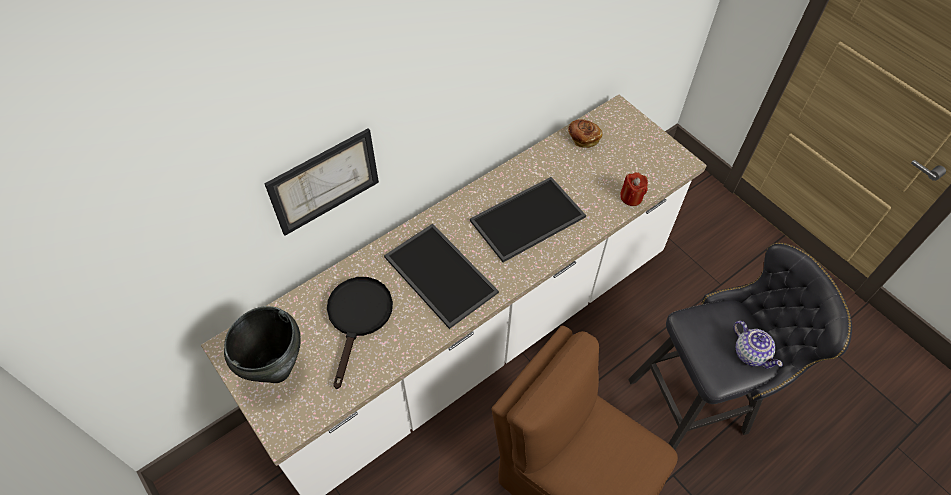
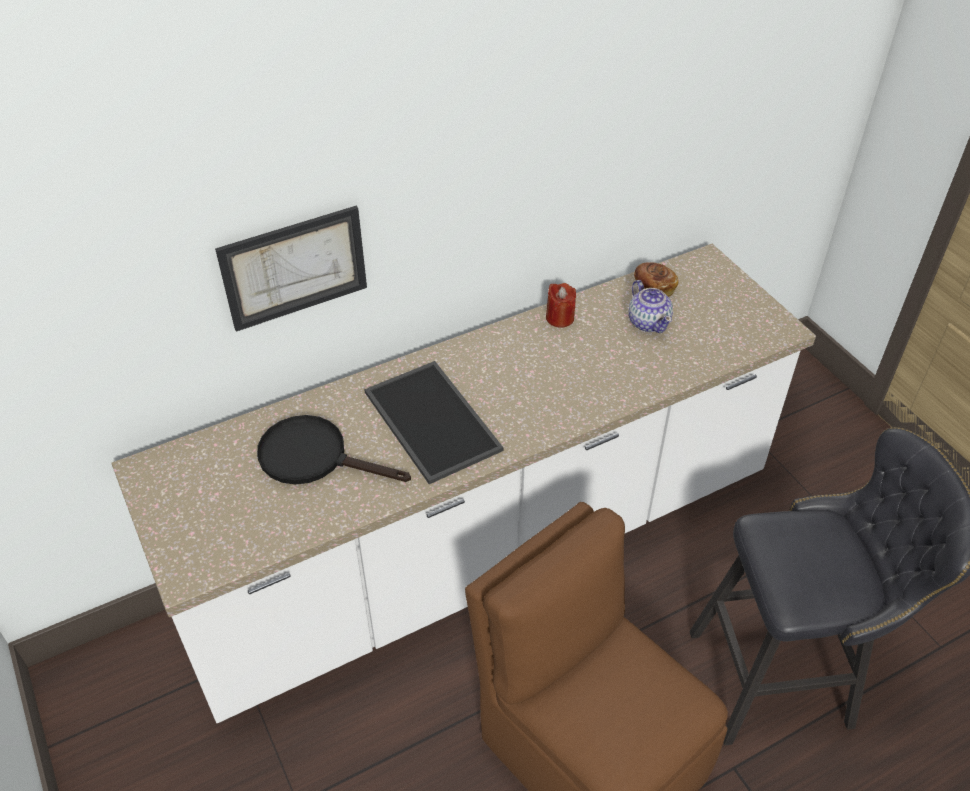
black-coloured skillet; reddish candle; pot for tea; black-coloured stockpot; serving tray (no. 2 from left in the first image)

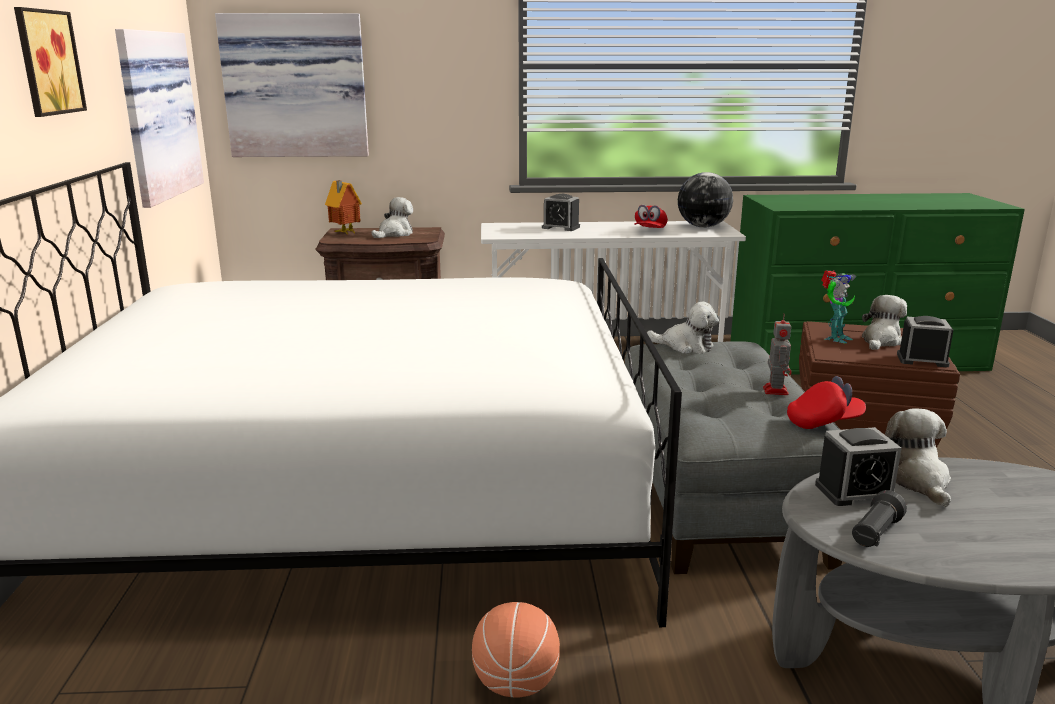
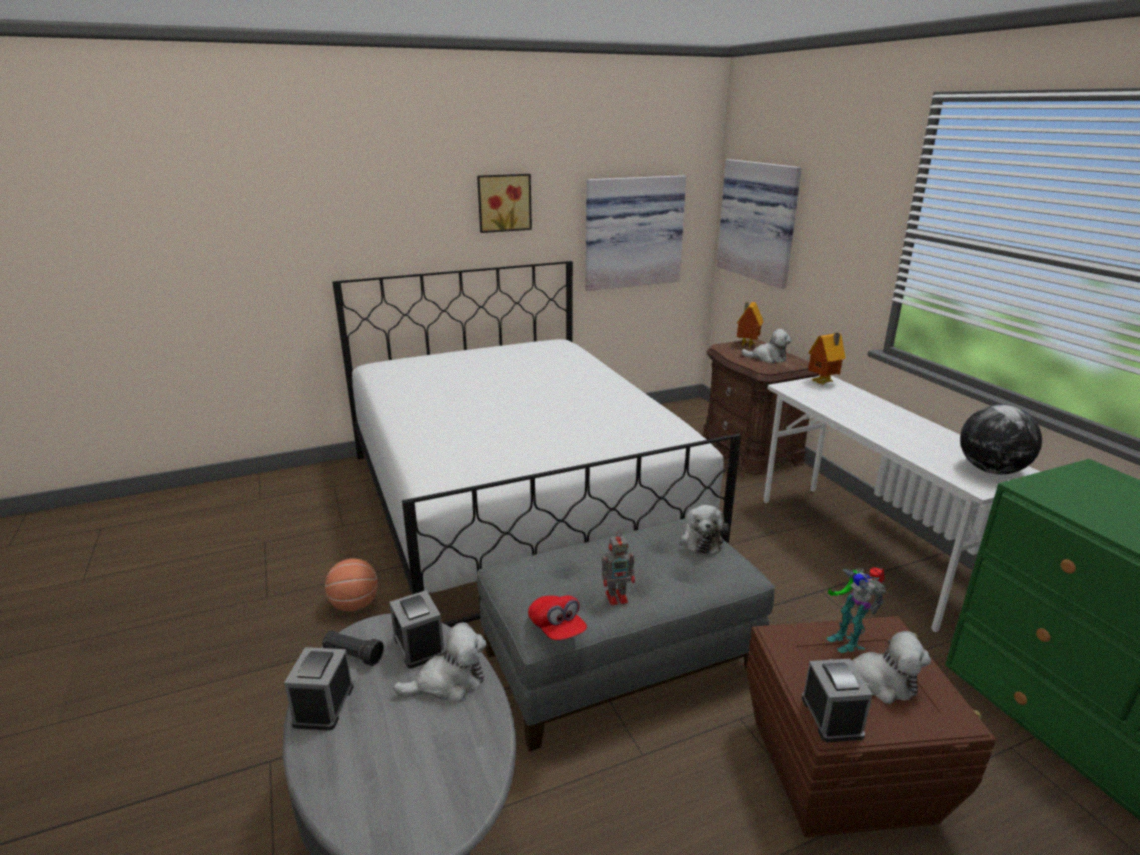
table clock (no. 1 from left); model house (no. 2 from left); robot figure (no. 2 from left); reddish peaked cap (no. 1 from left in the first image)

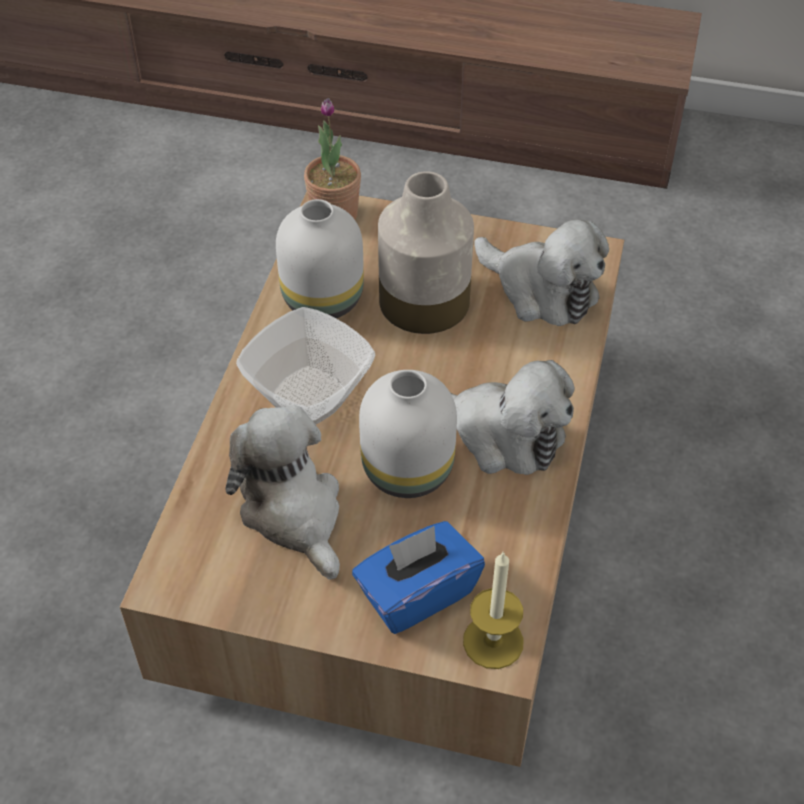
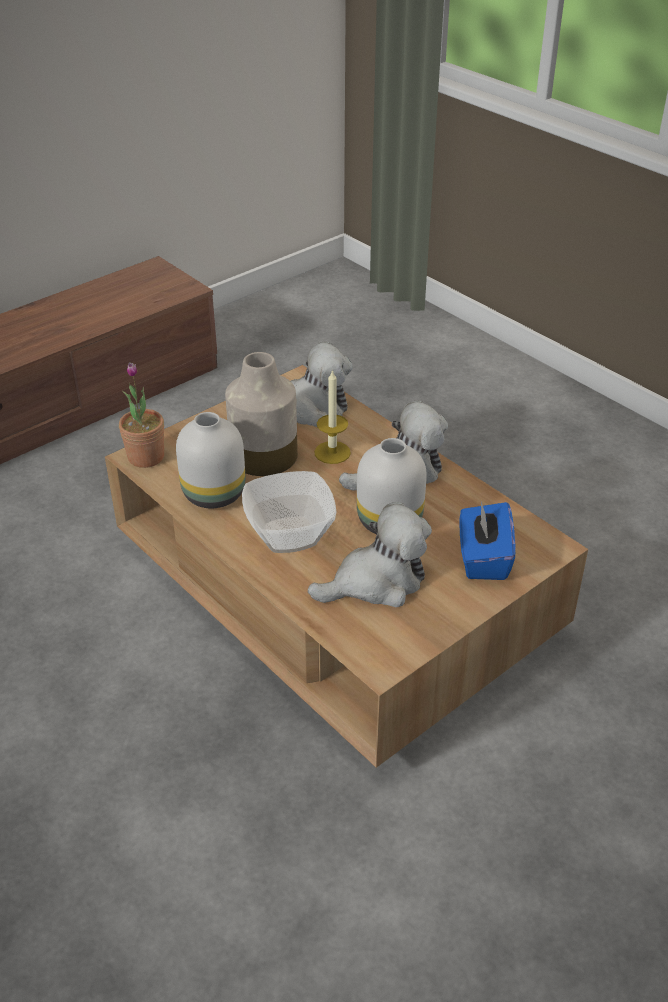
plush toy (no. 2 from left); candle

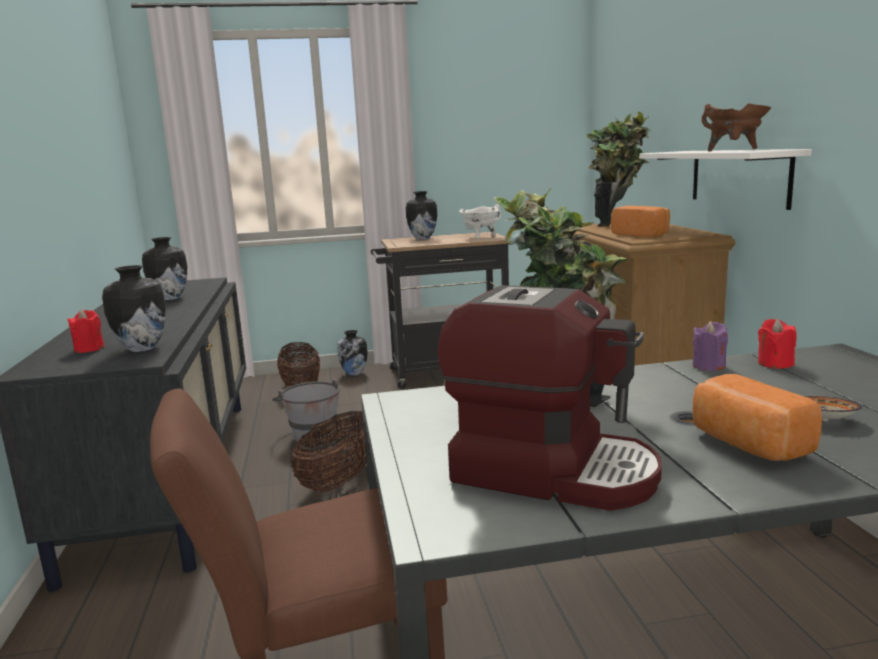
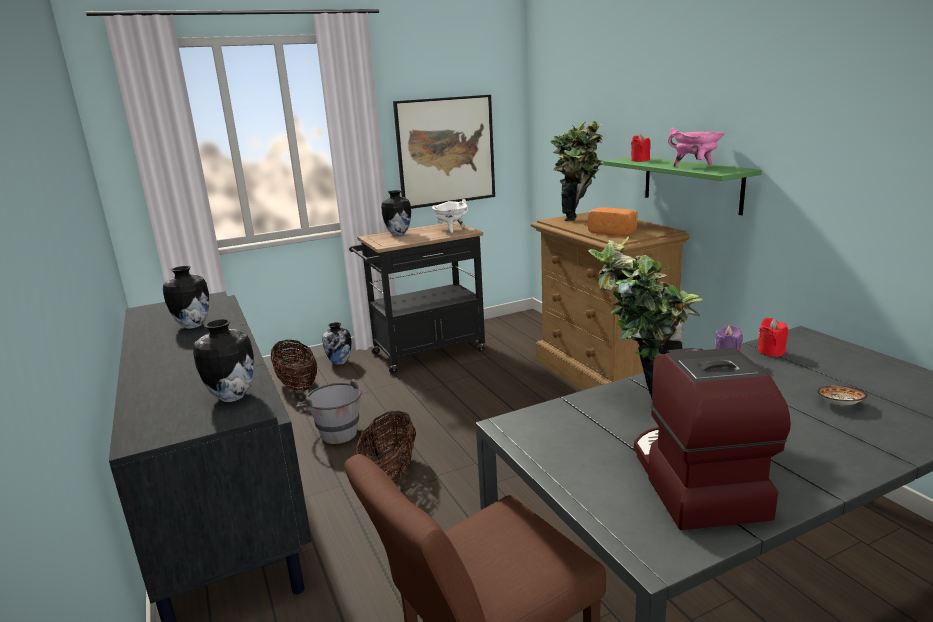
picture; greenish bracket shelf; reddish candle (no. 1 from left); coffee maker; pink-coloured stockpot; baked bread (no. 2 from left in the first image)

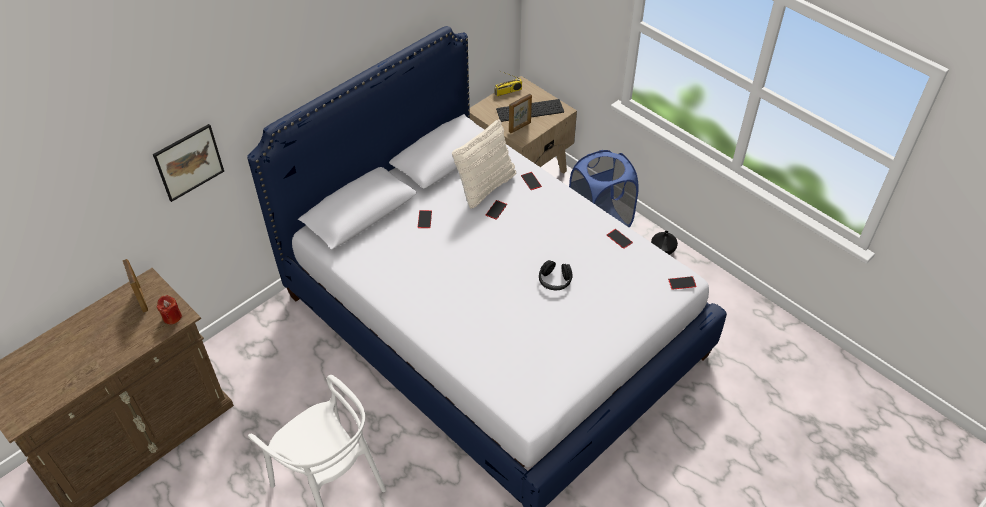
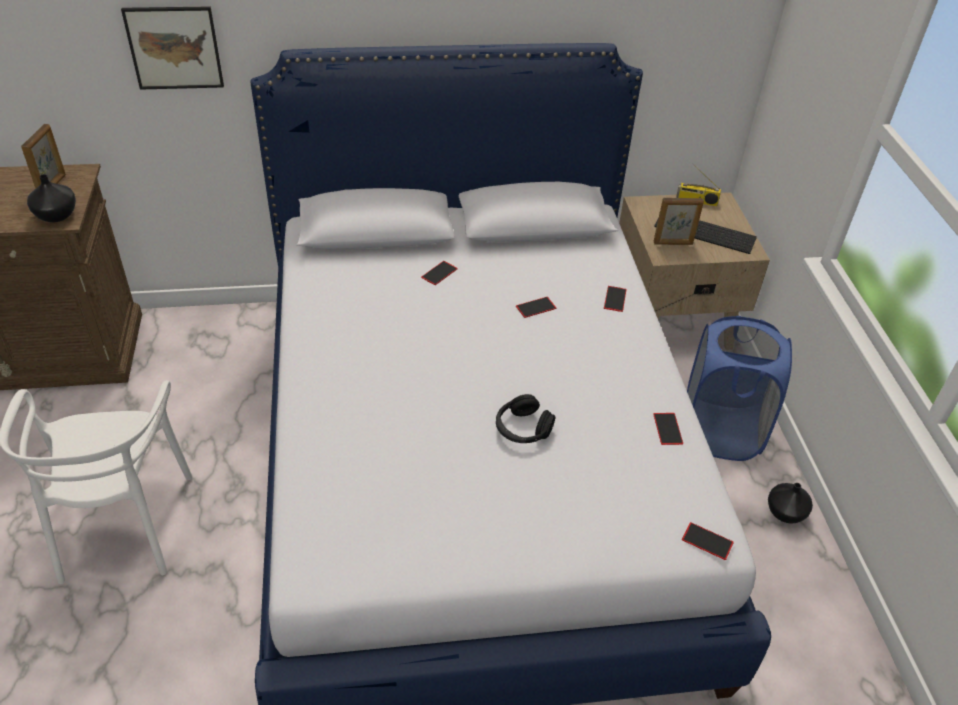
black-coloured vase (no. 1 from left); sand-coloured throw pillow

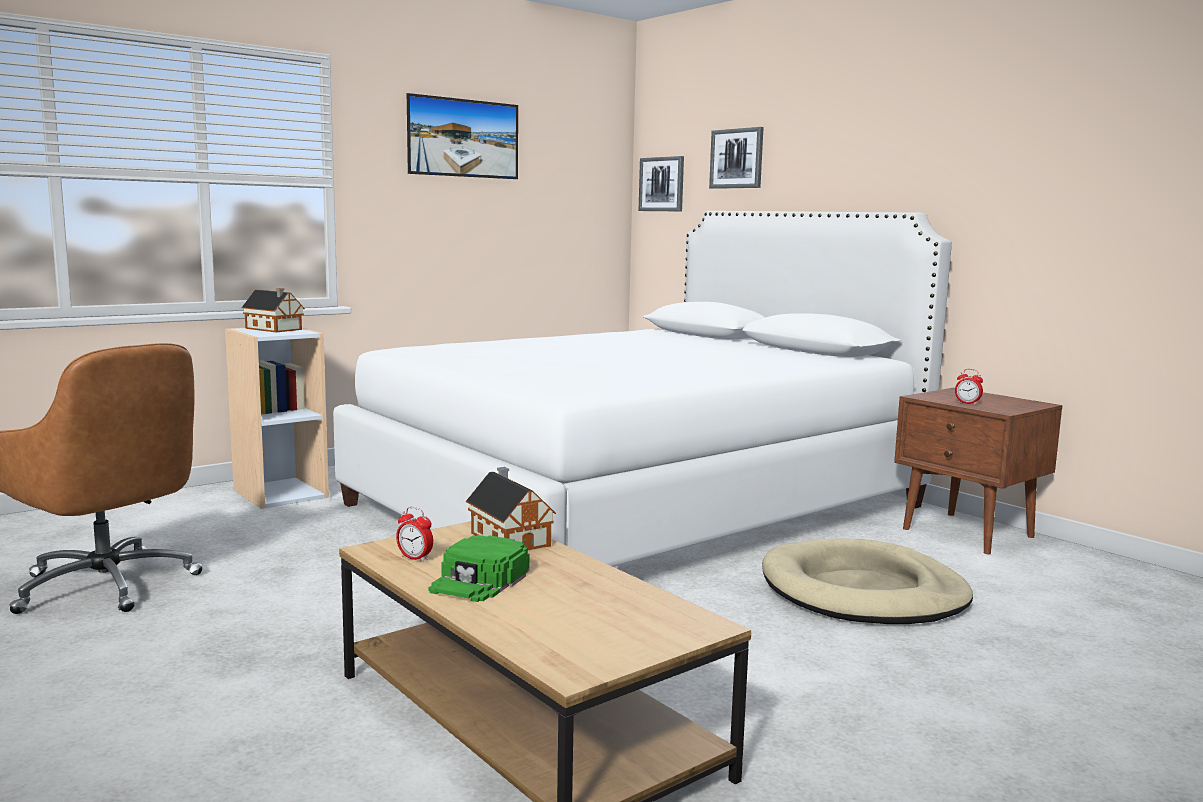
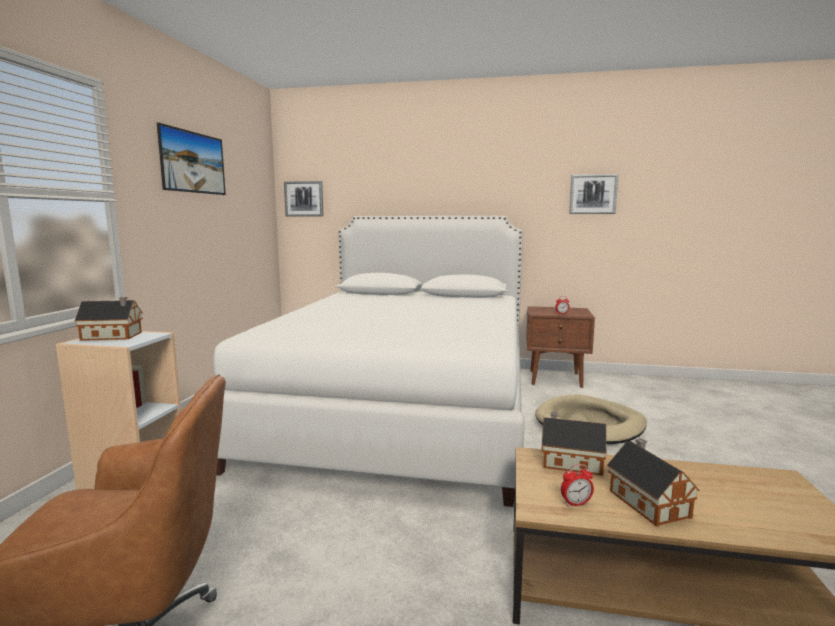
picture (no. 3 from left); model house (no. 3 from left)

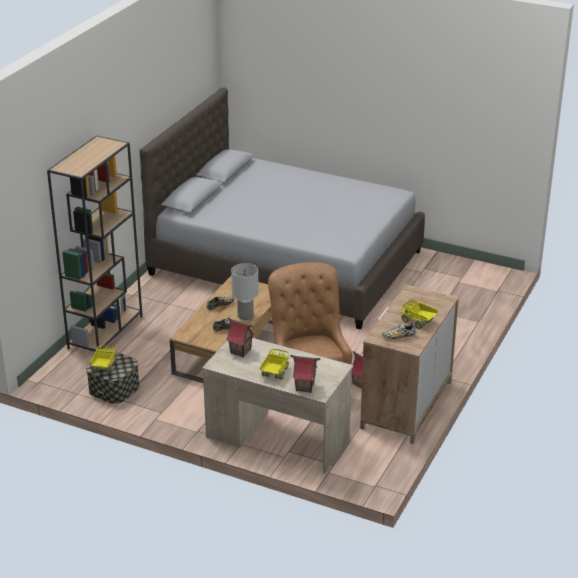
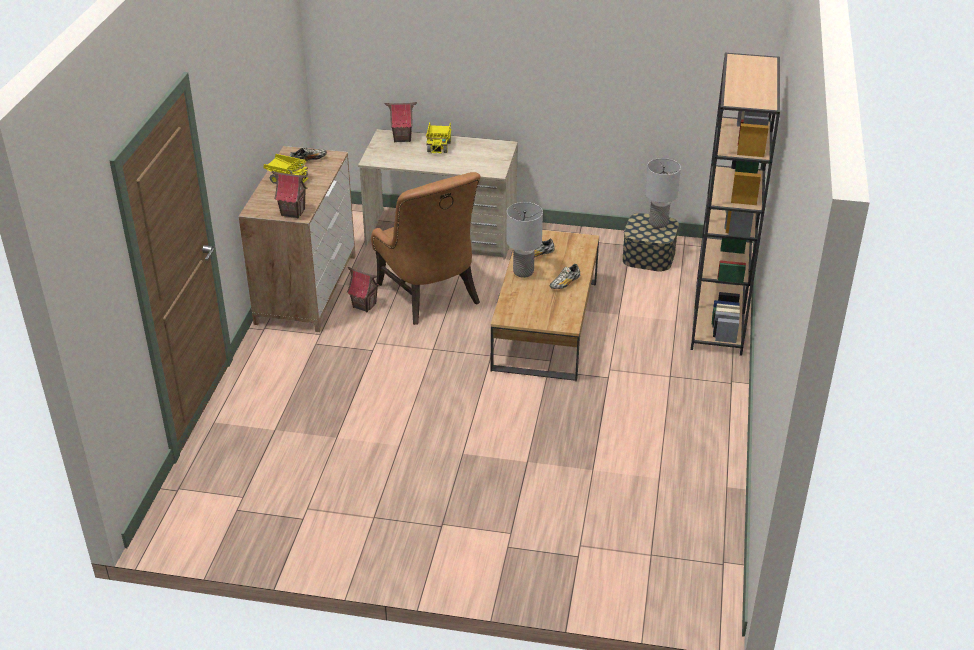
model house (no. 1 from left); gray tabletop lamp (no. 2 from left); gray bedroom bed

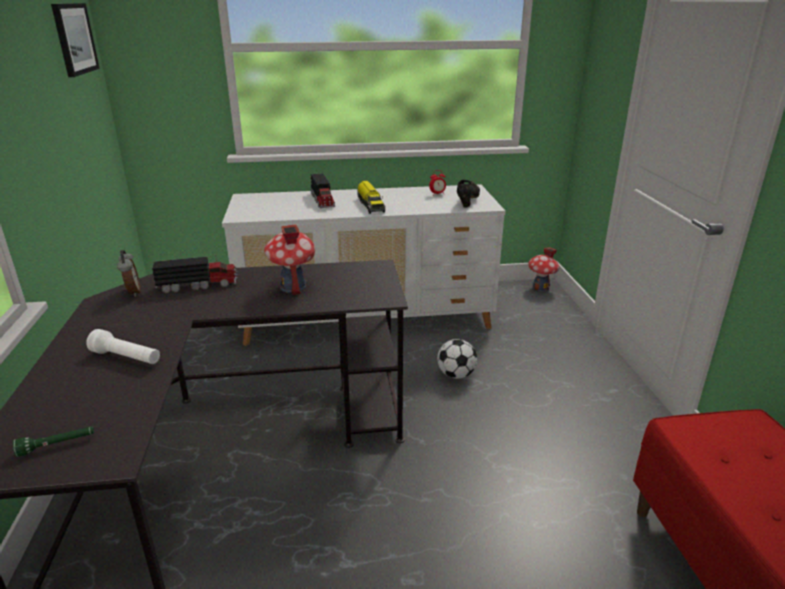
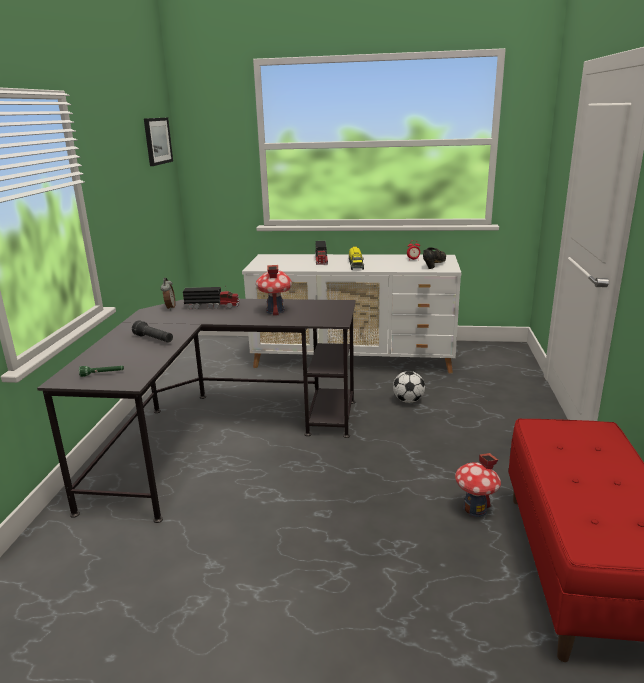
black-coloured hand torch; model house (no. 2 from left)

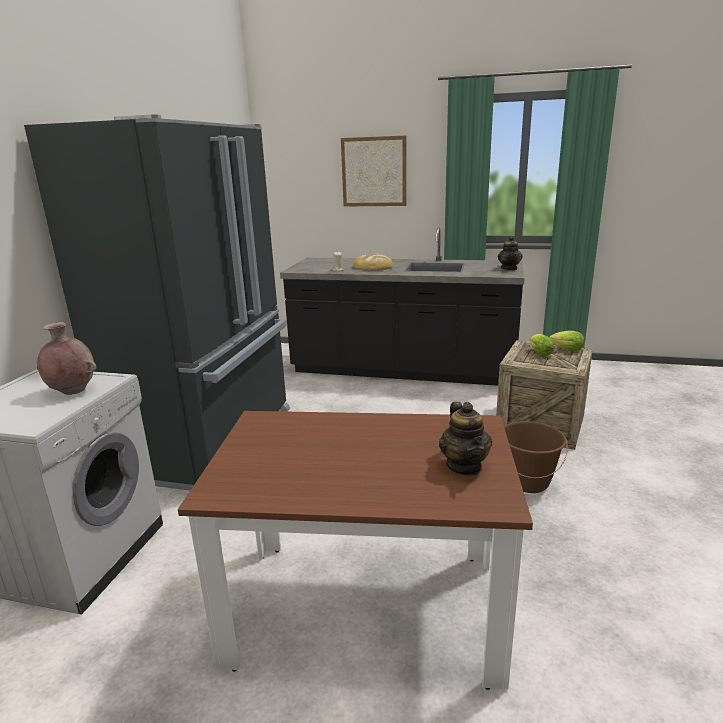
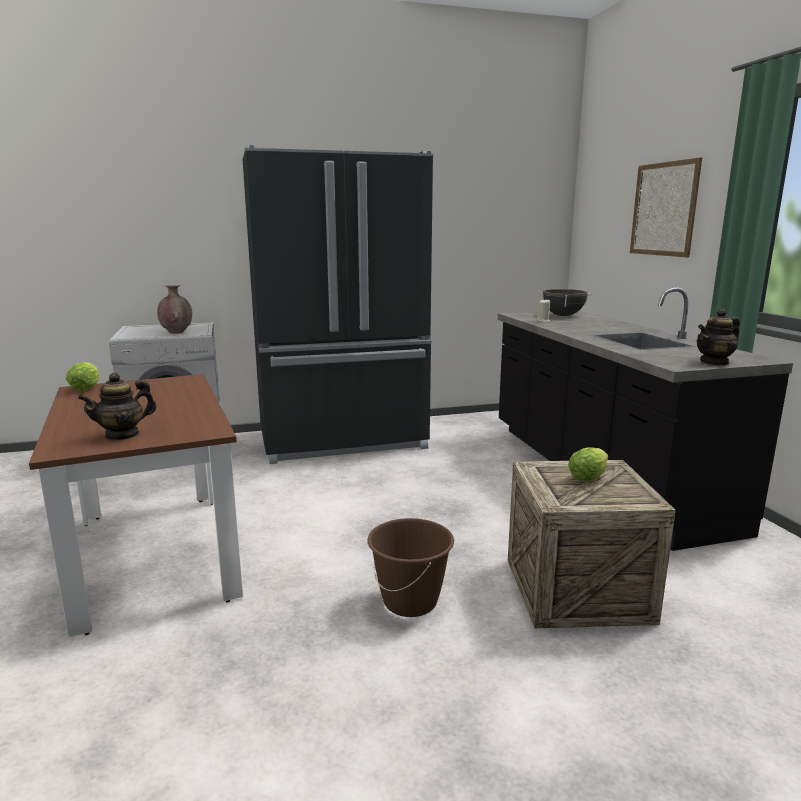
lettuce (no. 1 from left); black-coloured stockpot; baked bread

